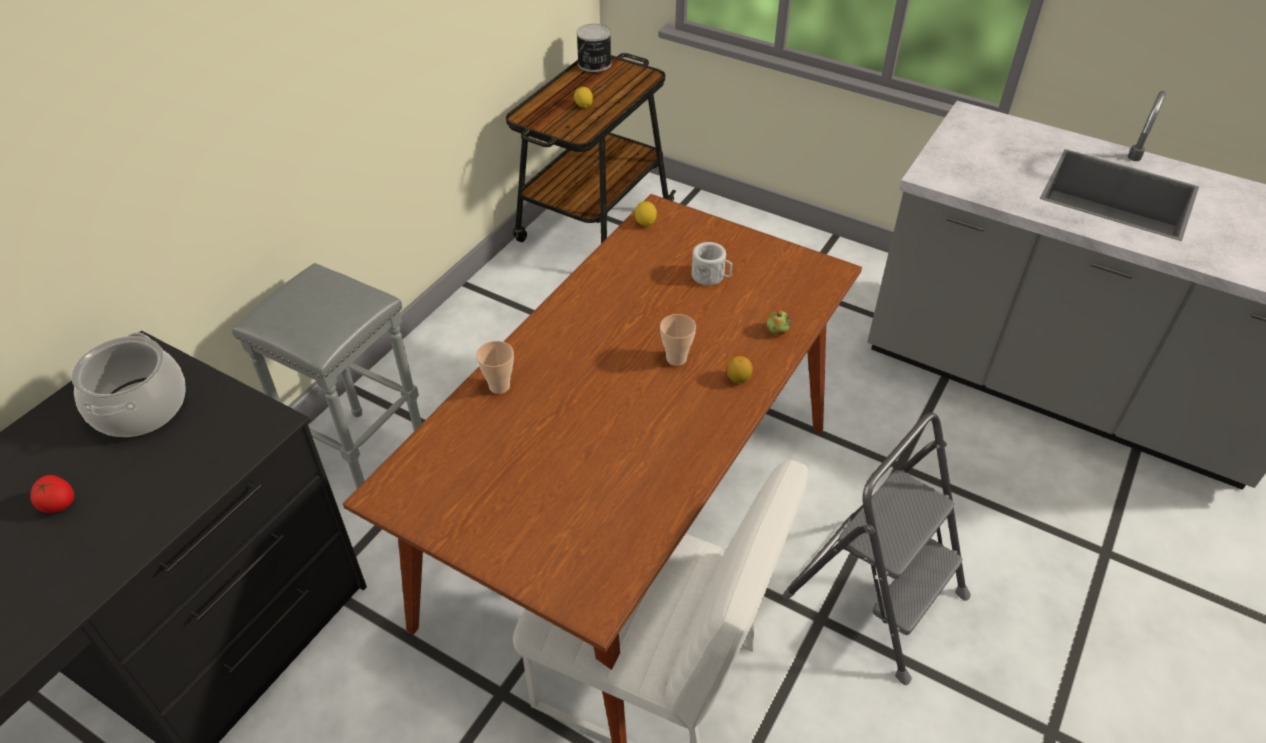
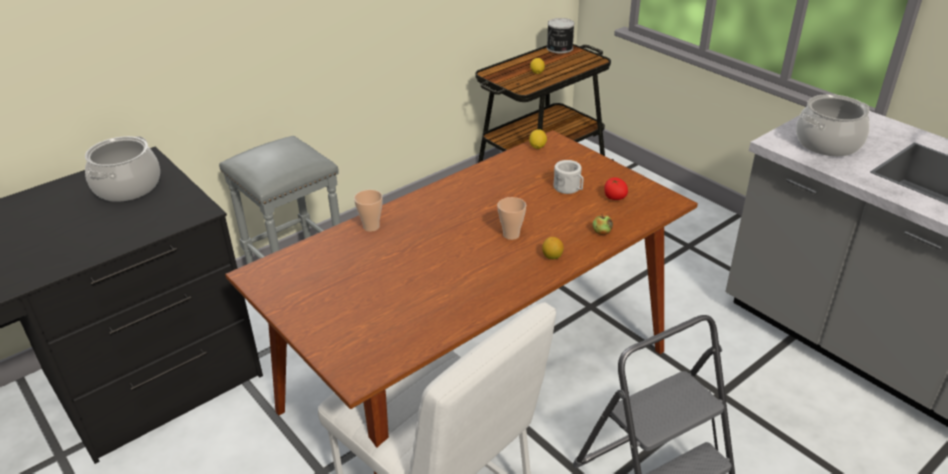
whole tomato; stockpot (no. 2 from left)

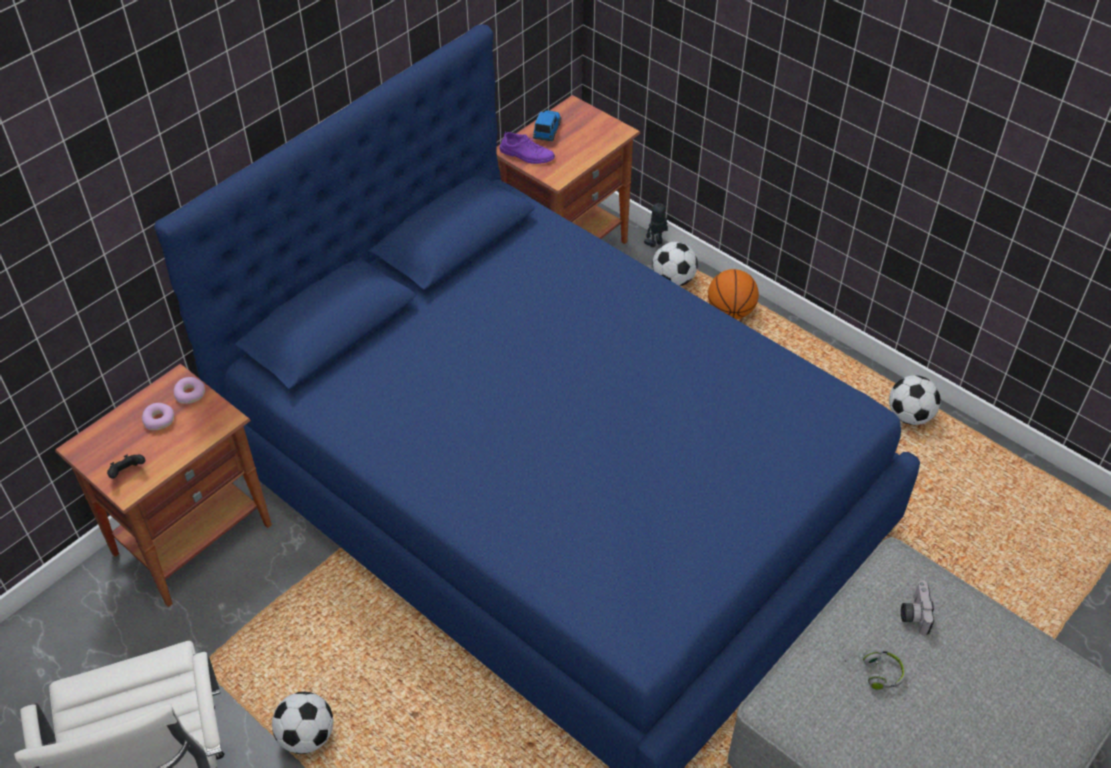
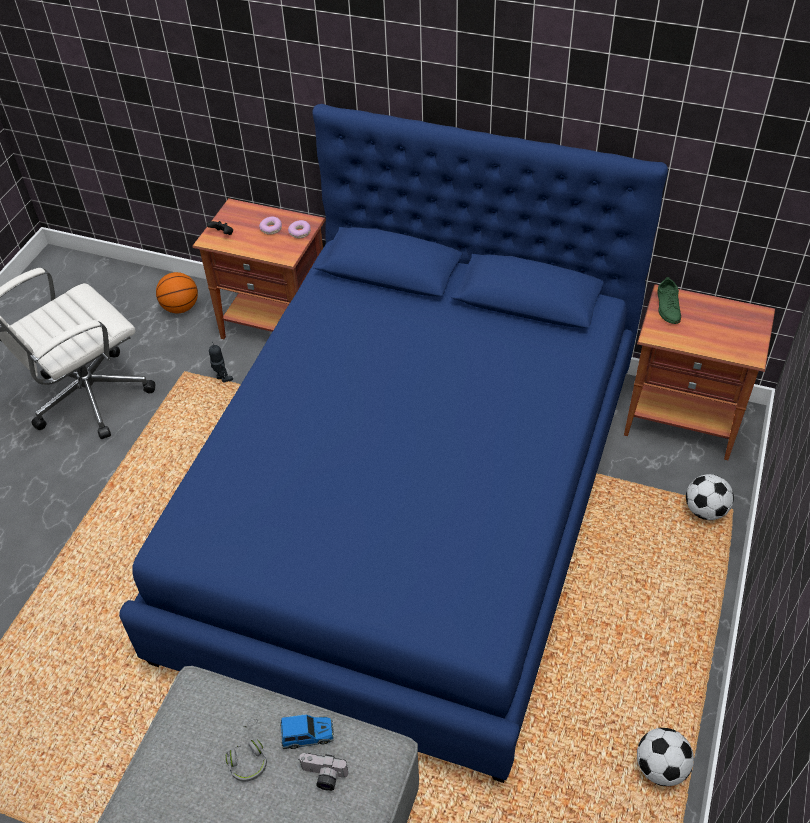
basketball ball; robot figure; model car; still camera; greenish low shoe; football ball (no. 1 from left in the first image)

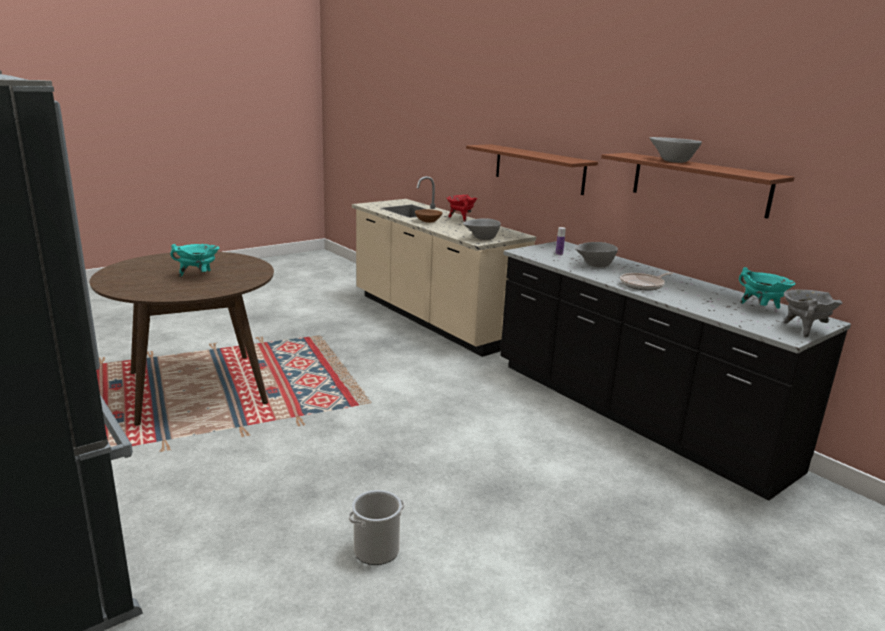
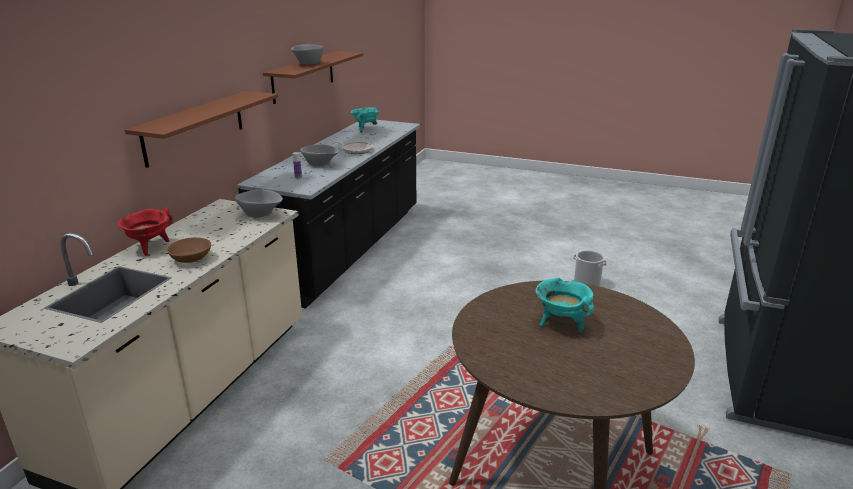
gray stockpot

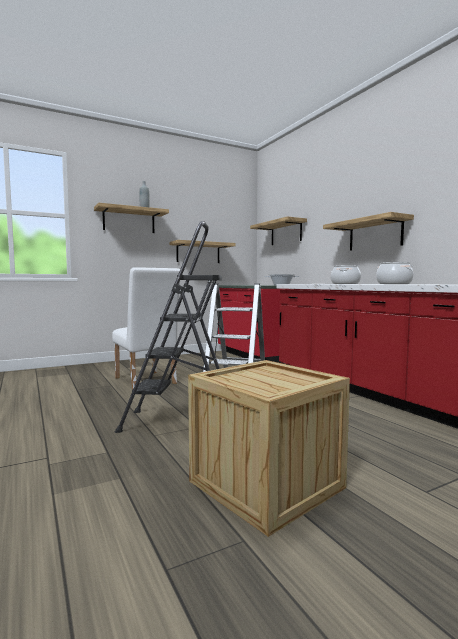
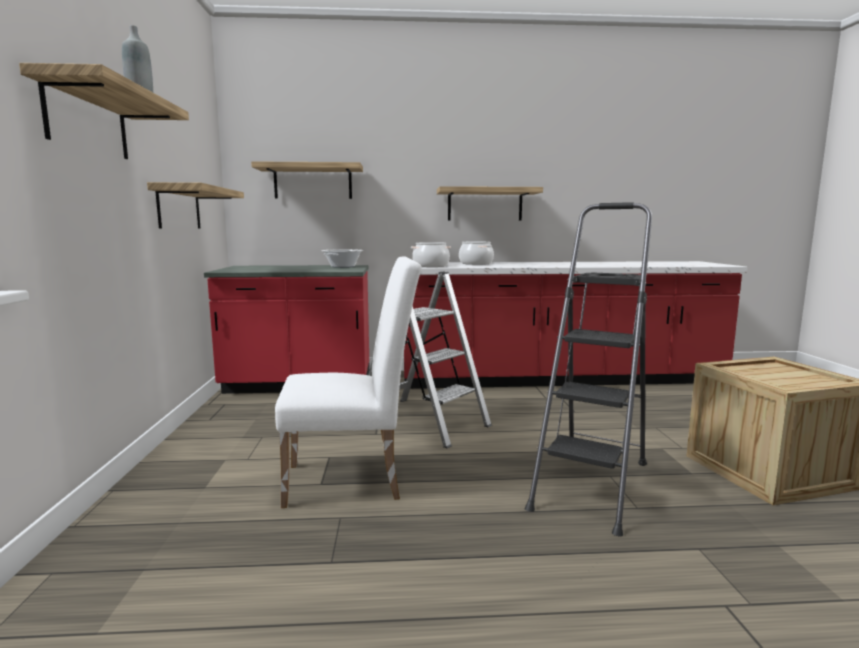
stockpot (no. 2 from left)

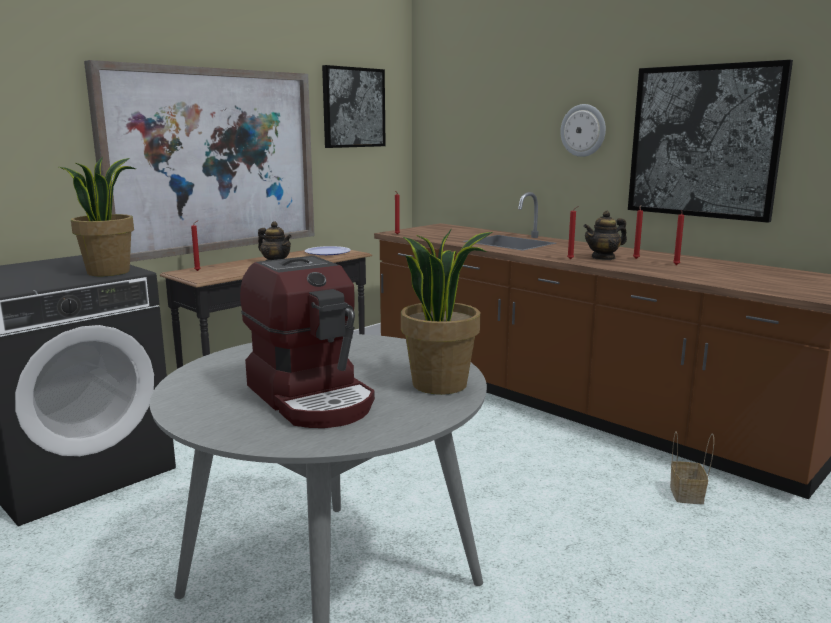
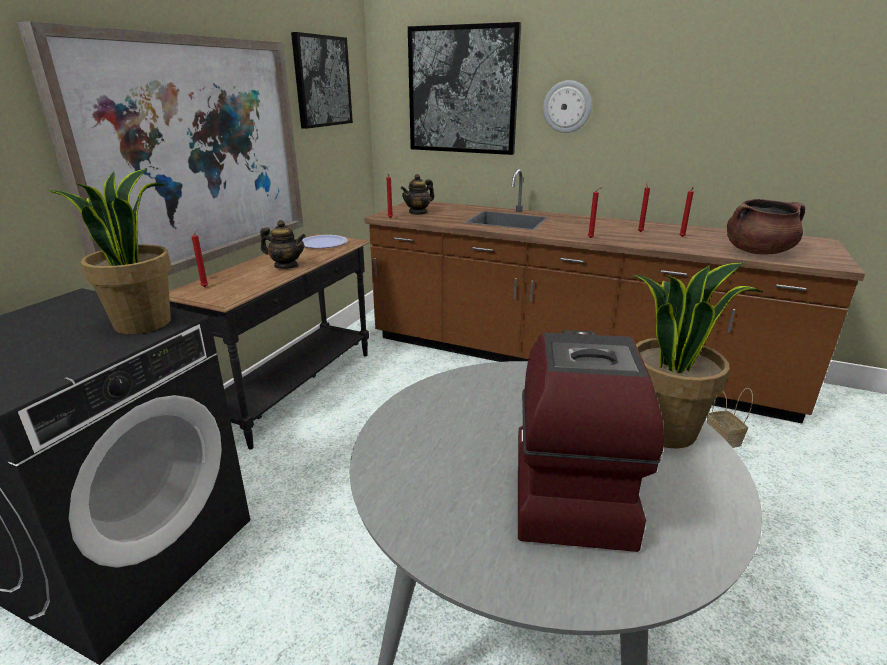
pot for tea (no. 2 from left); picture (no. 3 from left); coffee maker; brown-coloured stockpot

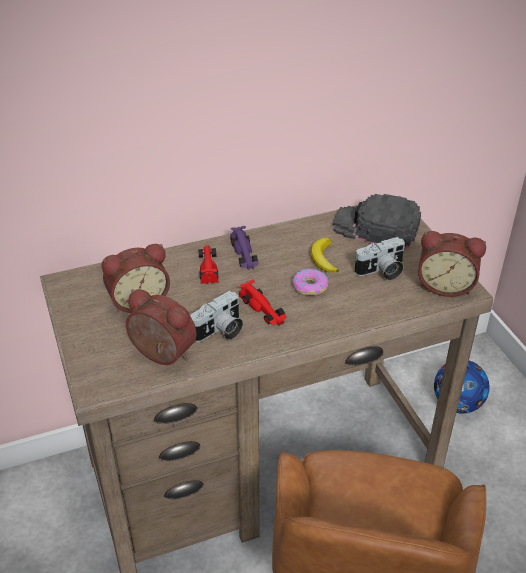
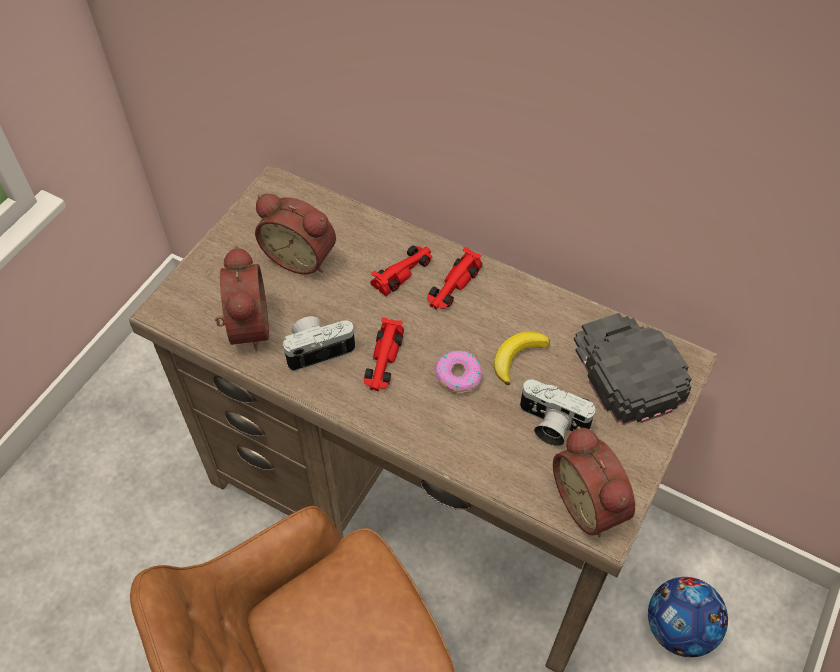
still camera (no. 1 from left); reddish model car (no. 3 from left)

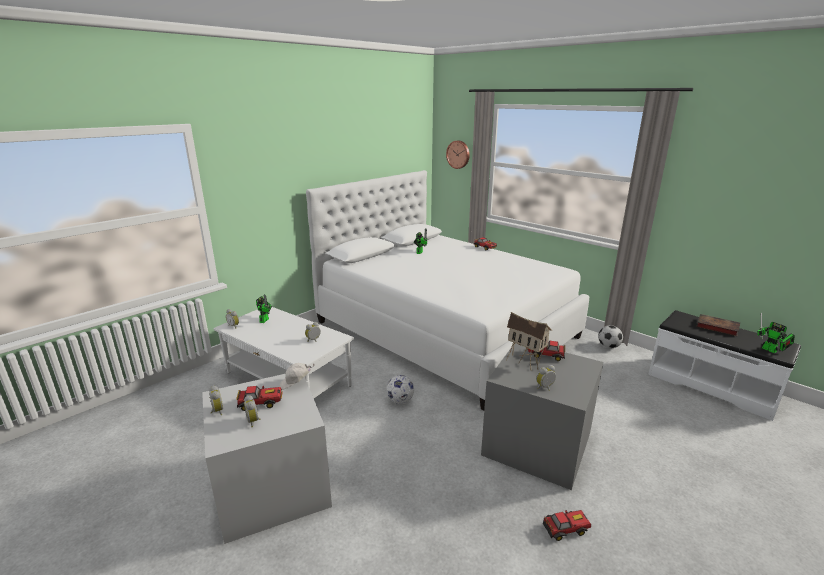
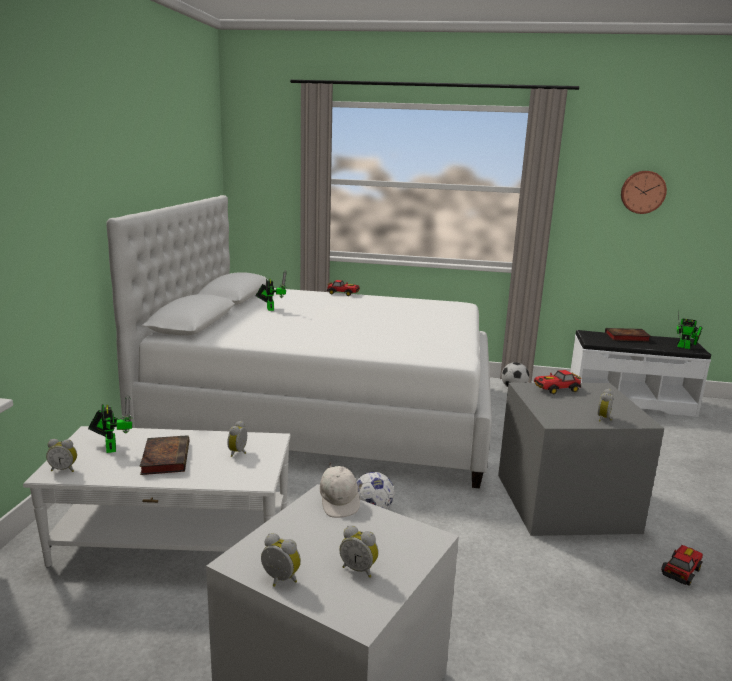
bound book (no. 1 from left); white-coloured peaked cap; wall clock; model car (no. 1 from left in the first image); model house

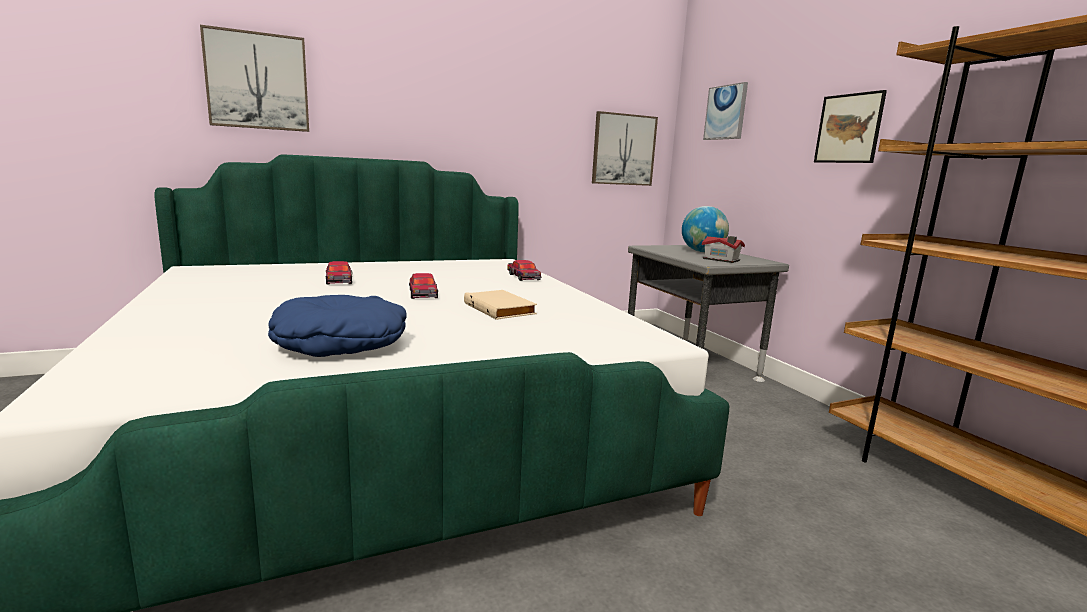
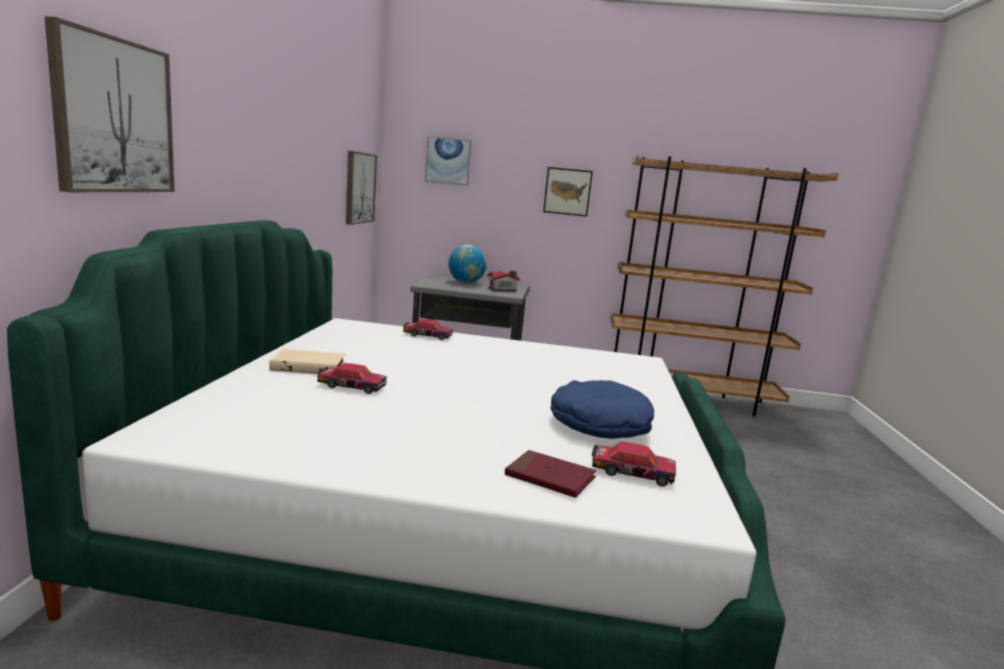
sand-coloured bound book; reddish bound book; model car (no. 3 from left)

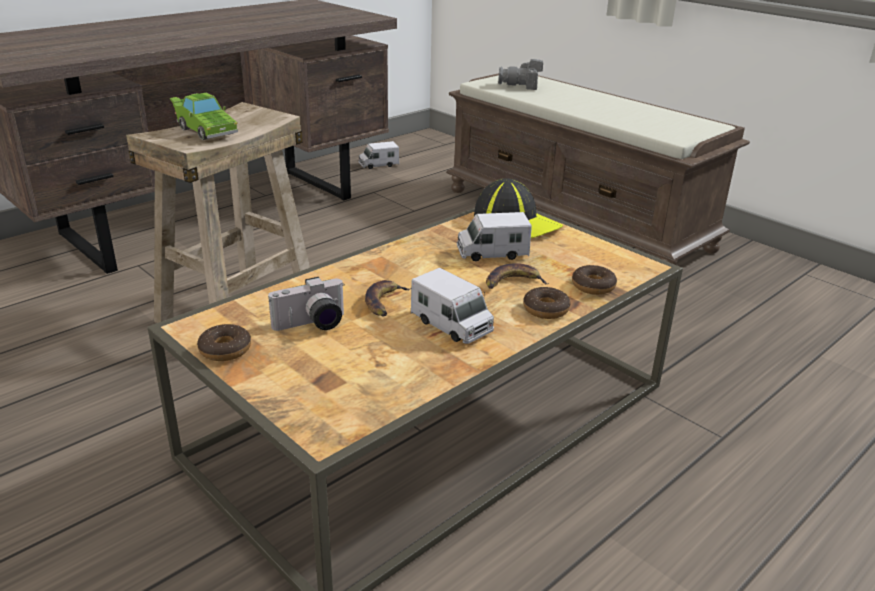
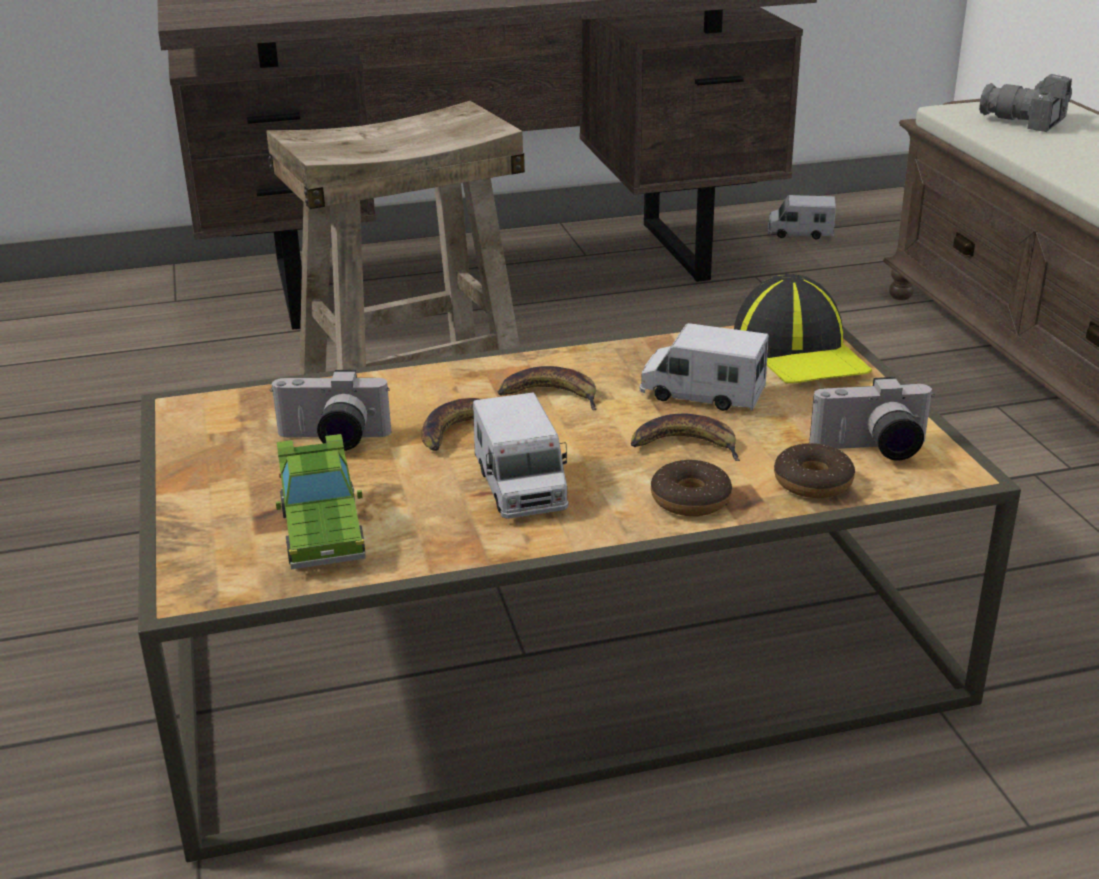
greenish model car; banana fruit (no. 2 from left); still camera (no. 2 from left); doughnut (no. 1 from left in the first image)

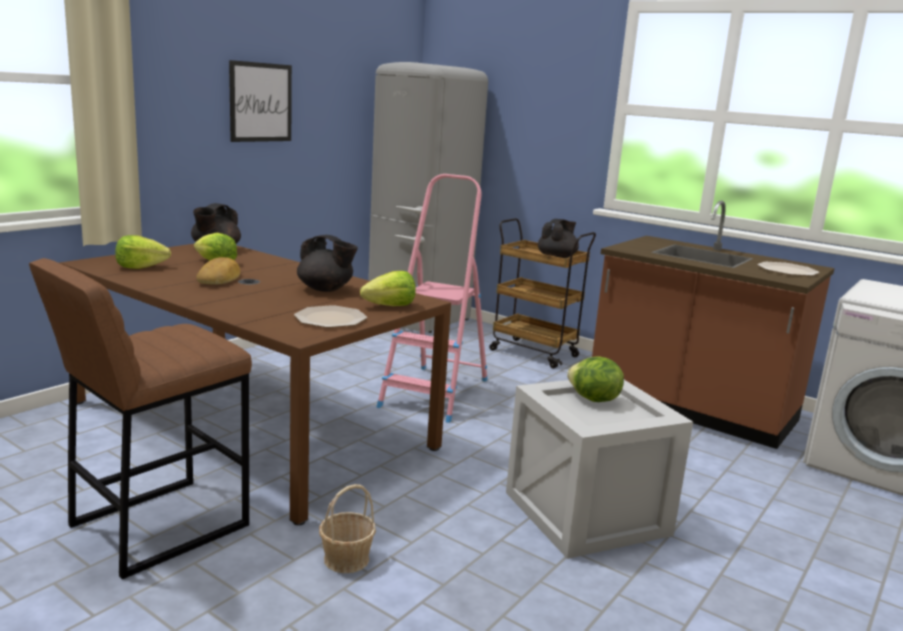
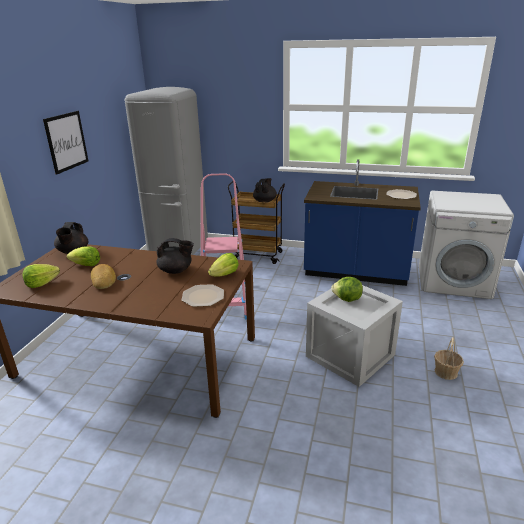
blue kitchen counter; storage basket; brown-coloured stool

